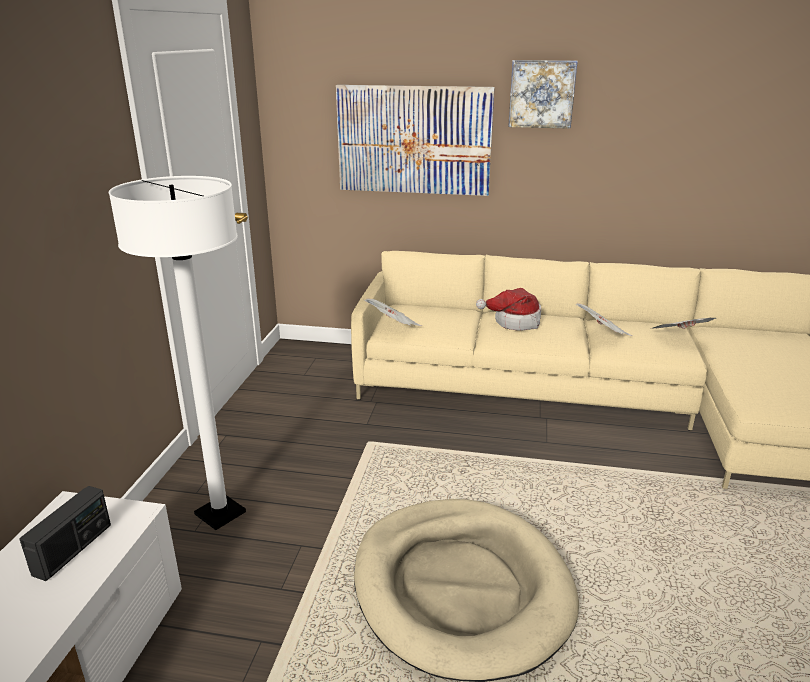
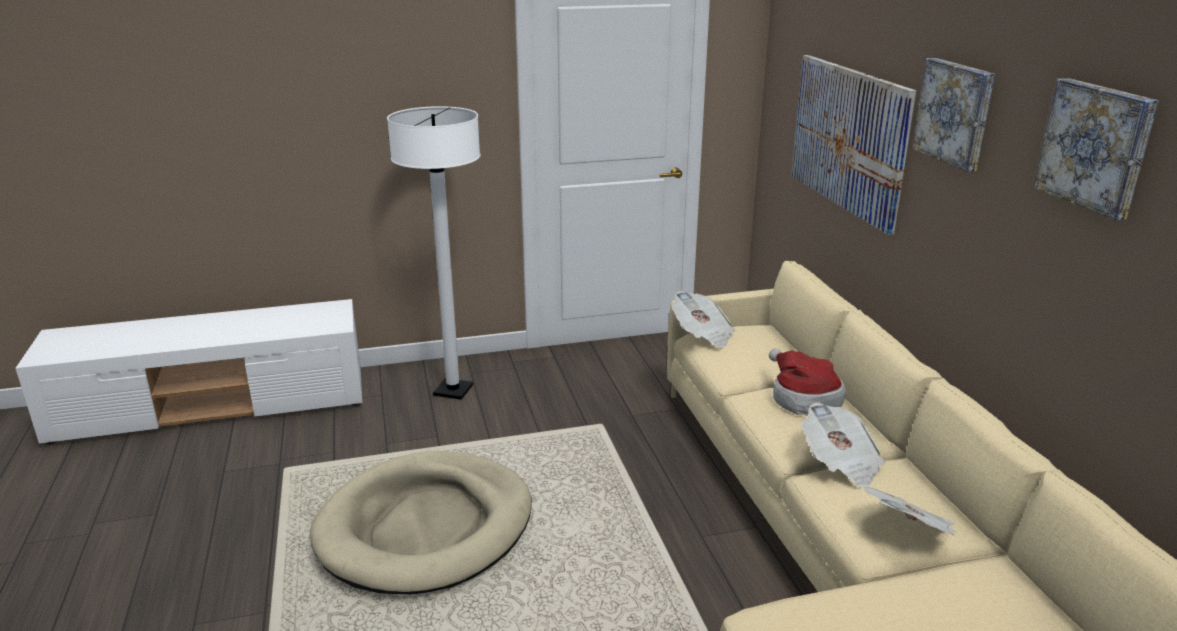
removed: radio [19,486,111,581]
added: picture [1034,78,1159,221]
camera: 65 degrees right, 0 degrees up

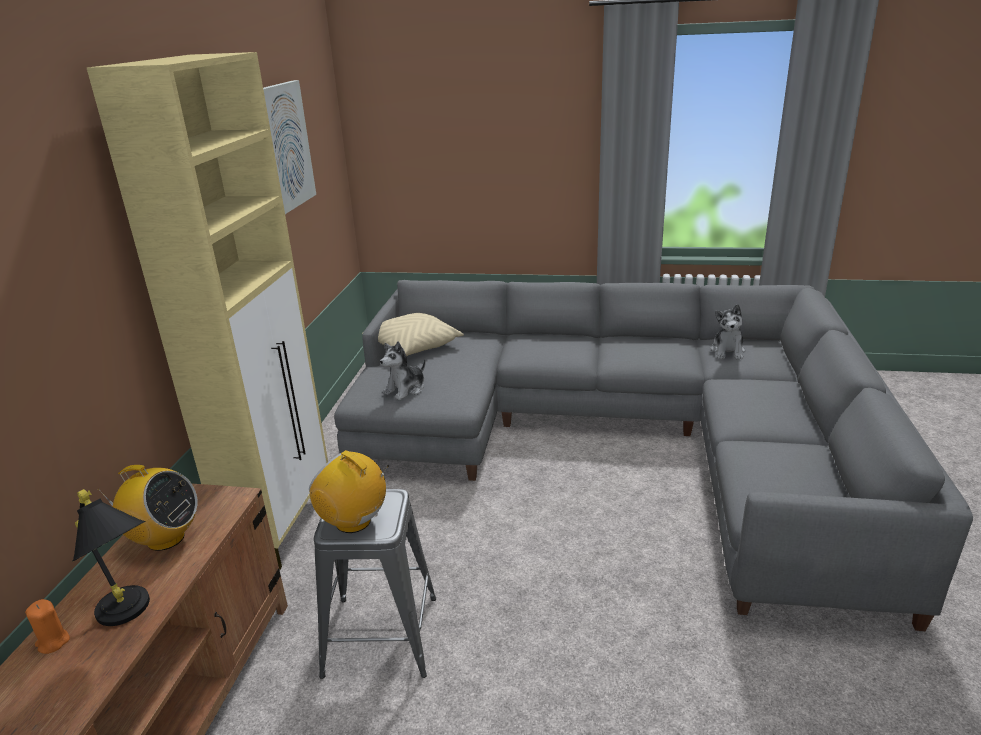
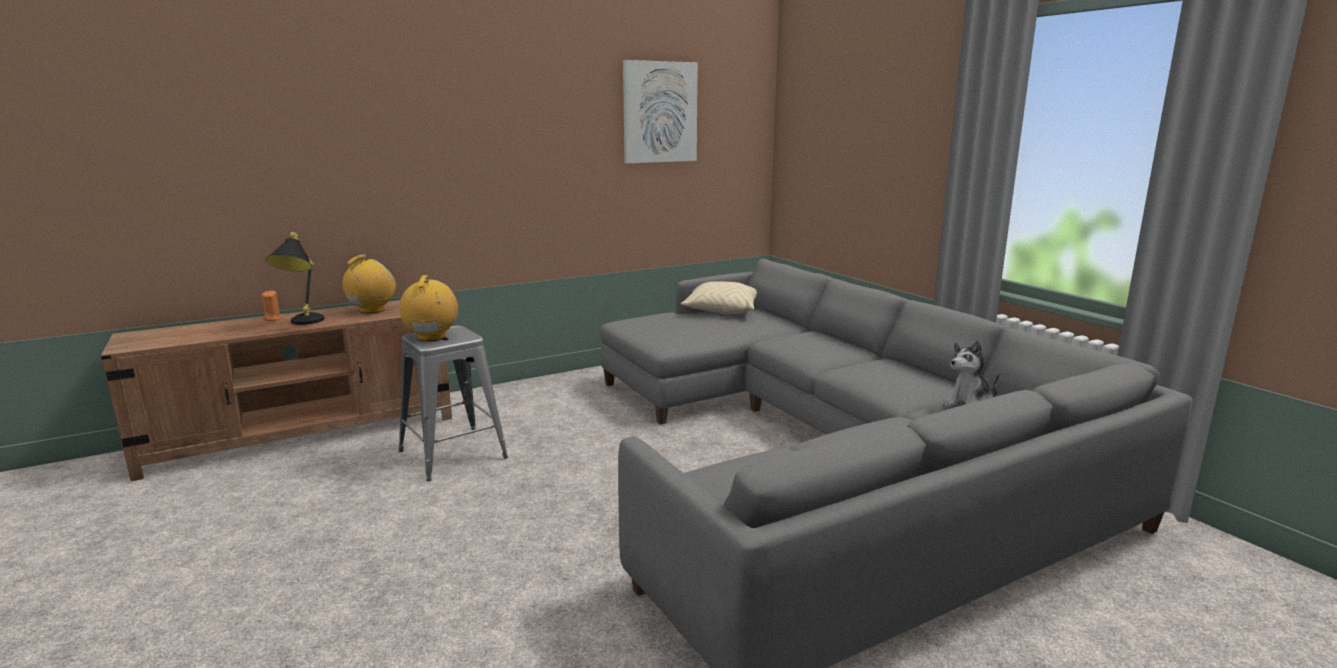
removed: cabinet (beige) [87,52,328,570]; plush toy [380,341,425,400]
turned: radio [98,465,198,551] = [342,255,396,313] 120 degrees counterclockwise
camera: 50 degrees right, 10 degrees down

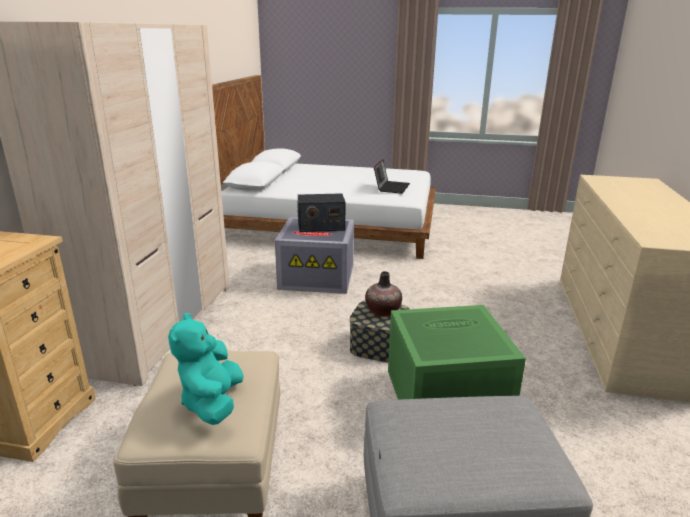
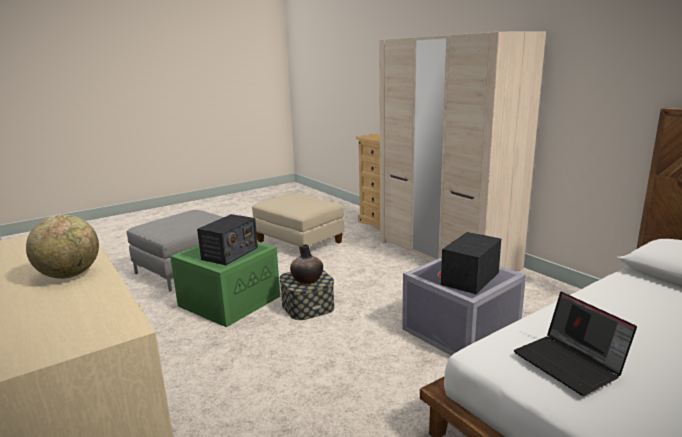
removed: plush toy (turquoise) [168,313,244,425]
added: globe [26,215,99,279]; radio [197,214,258,265]
camera: 135 degrees right, 5 degrees down

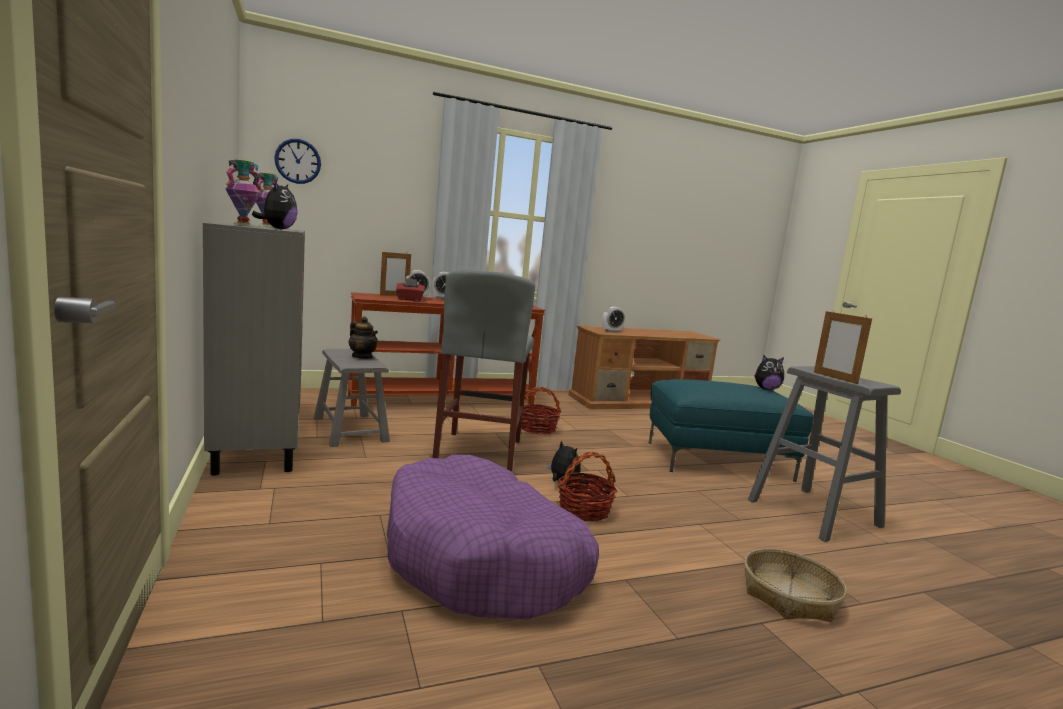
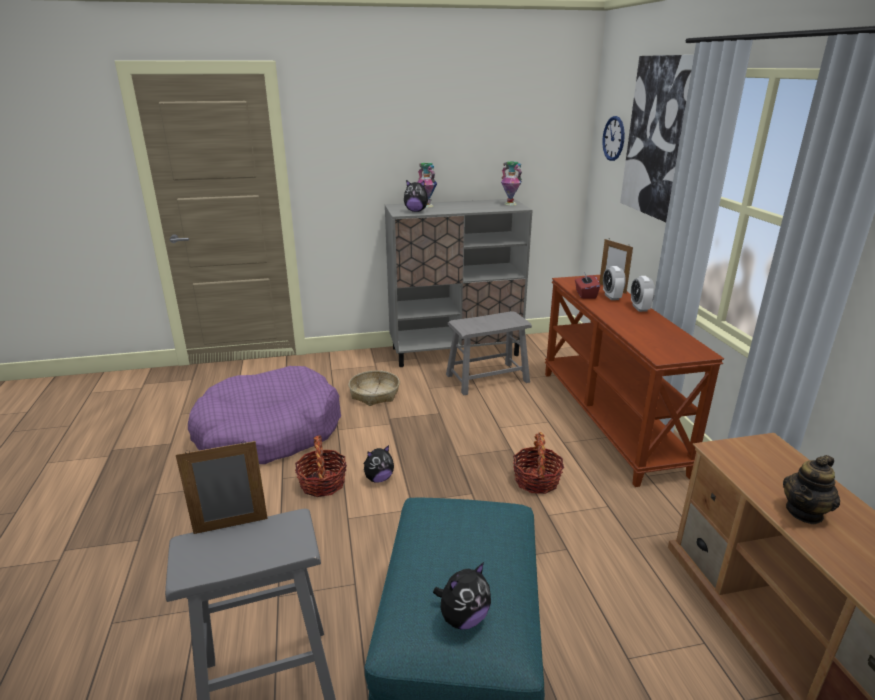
removed: stool (grey) [432,270,535,472]; alarm clock [602,307,625,333]
added: picture [620,55,694,222]
moved: teapot [349,317,378,359] to [783,455,840,525]; basket [744,549,847,622] to [349,370,400,406]
turned: plush toy [754,355,784,390] = [433,562,491,630] 135 degrees counterclockwise
camera: 100 degrees right, 15 degrees up

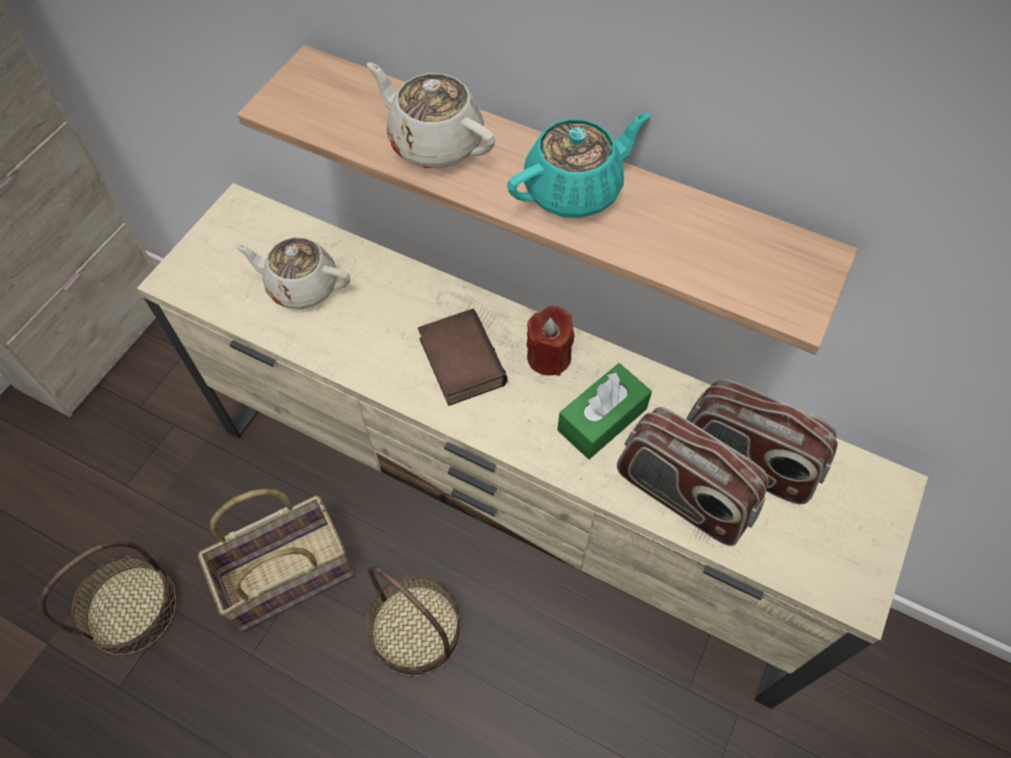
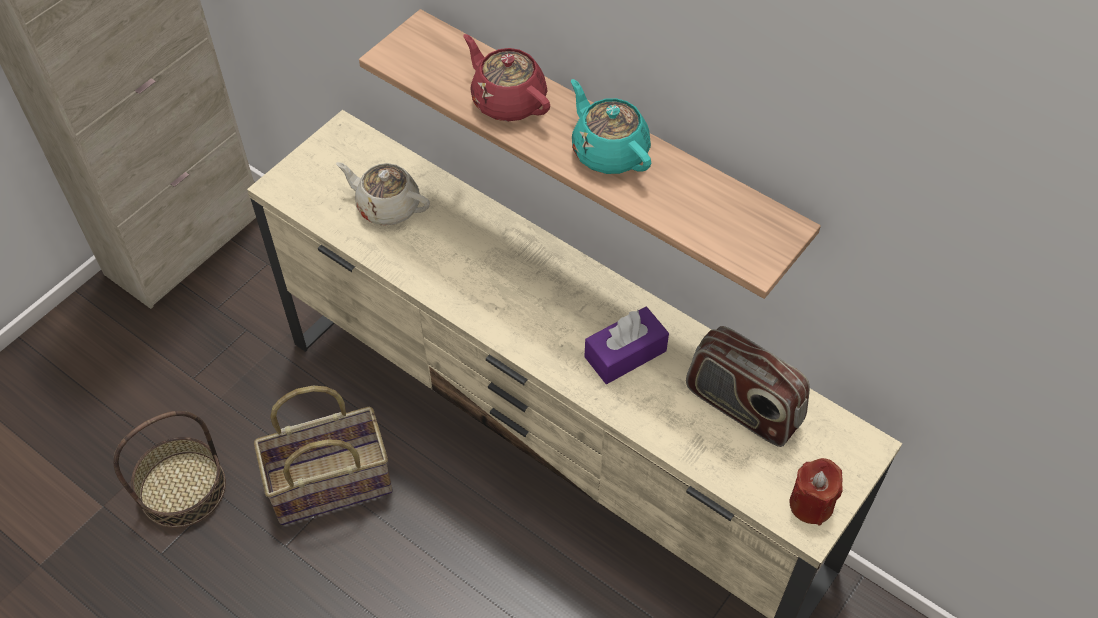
removed: basket [366,565,462,677]; book [418,309,508,406]; radio [617,407,768,546]
moved: candle (red) [526,306,574,376] to [790,458,843,525]
recoloured: teapot (beige) [367,62,495,168] to teapot (red) [463,34,550,121]; tissue box (green) [557,363,652,459] to tissue box (purple) [584,307,669,384]
turned: teapot (turquoise) [507,113,650,218] = [571,79,651,174] 105 degrees counterclockwise
camera: 10 degrees right, 5 degrees down

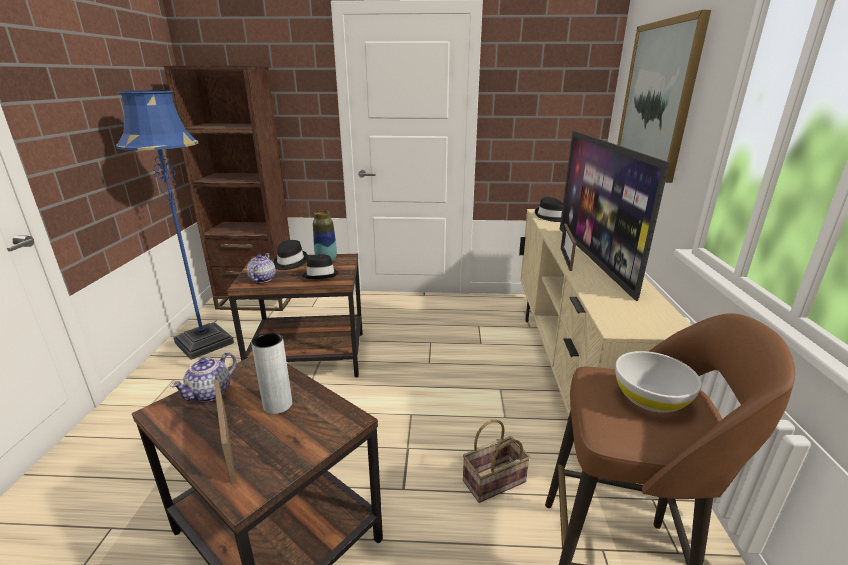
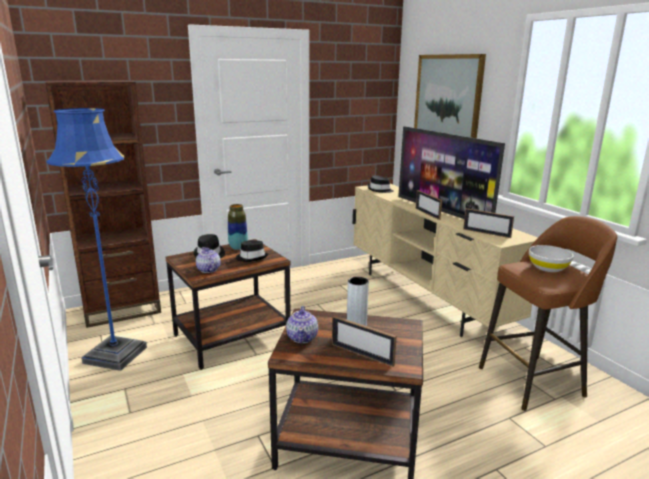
removed: basket [463,419,530,503]
added: picture frame [463,208,514,238]
camera: 30 degrees left, 5 degrees down

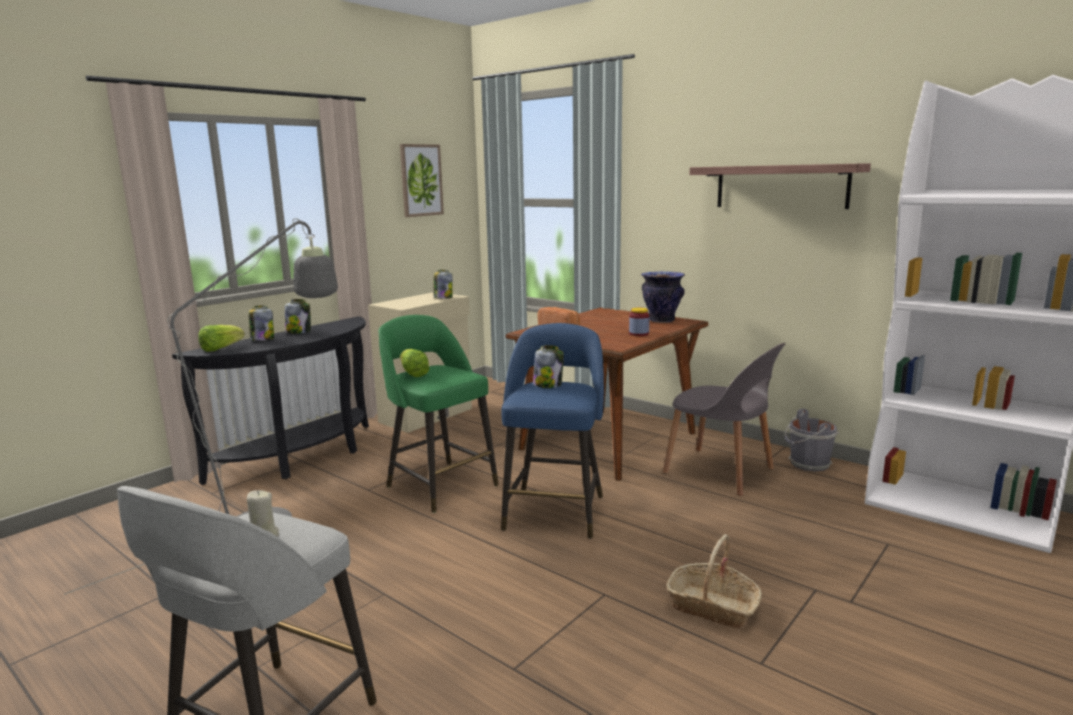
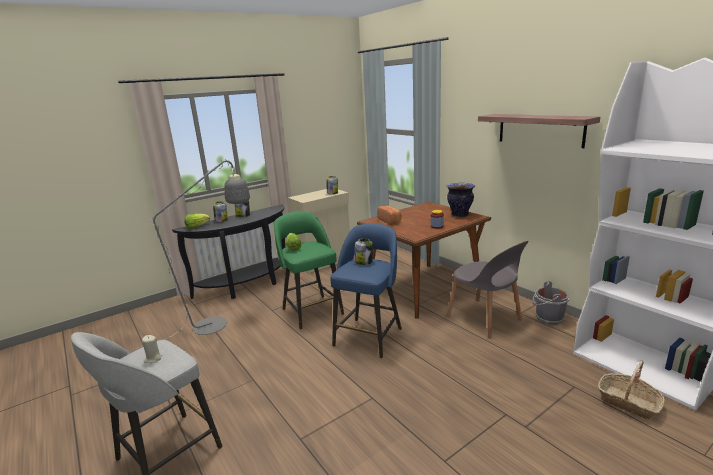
removed: picture [400,144,444,217]
moved: basket [667,534,762,628] to [598,360,665,419]
camera: 15 degrees right, 5 degrees up

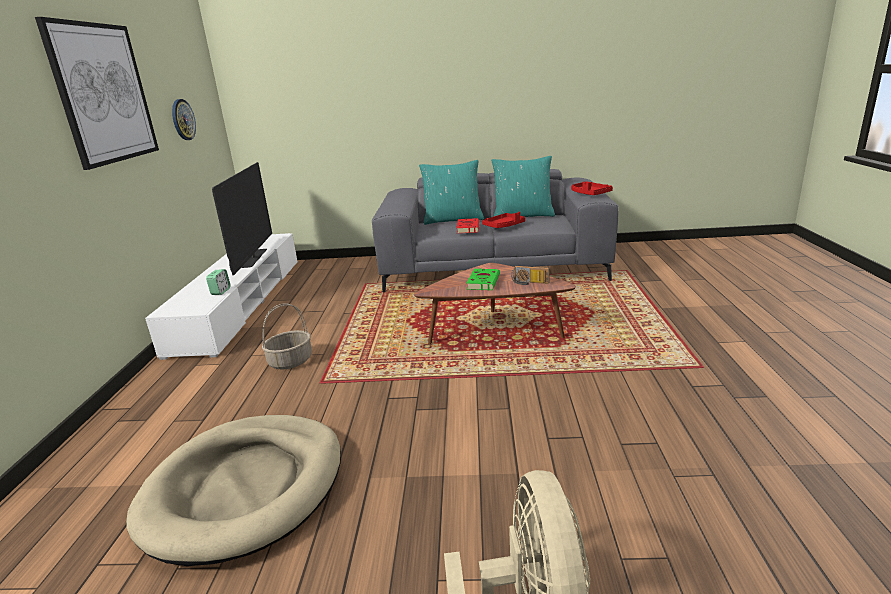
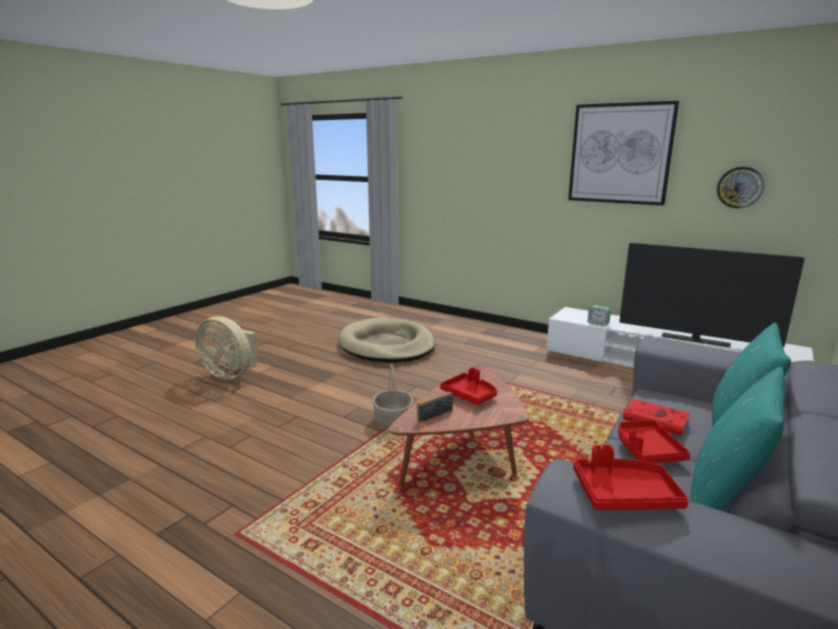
moved: basket [262,303,312,370] to [372,363,413,428]
replaced: book (green) [466,269,500,291] to tray (red) [440,367,497,405]
camera: 120 degrees right, 5 degrees down

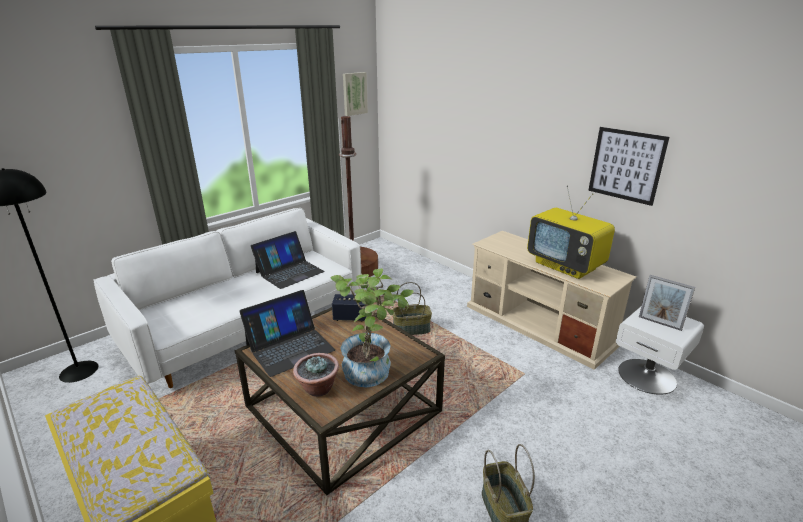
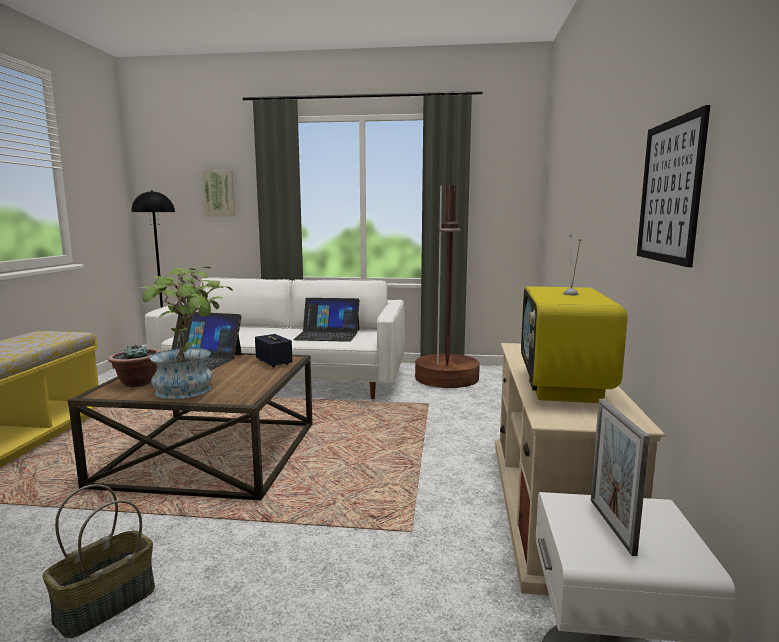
removed: basket [392,282,432,335]
moved: picture [343,72,368,116] to [202,170,235,216]
camera: 50 degrees right, 15 degrees down

